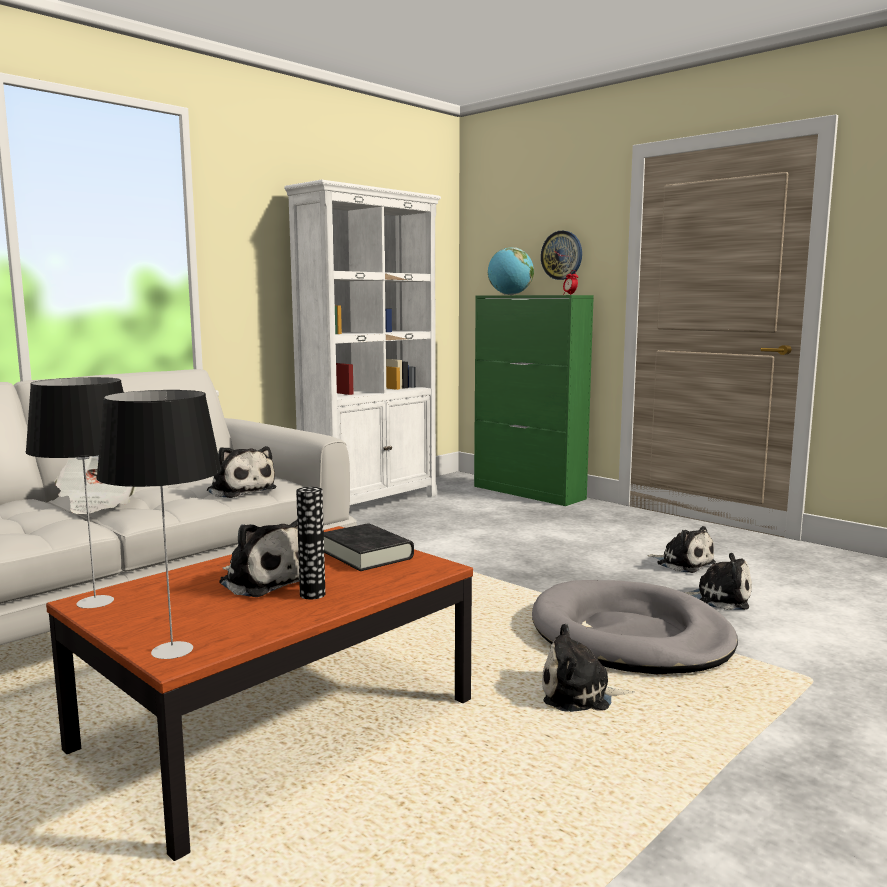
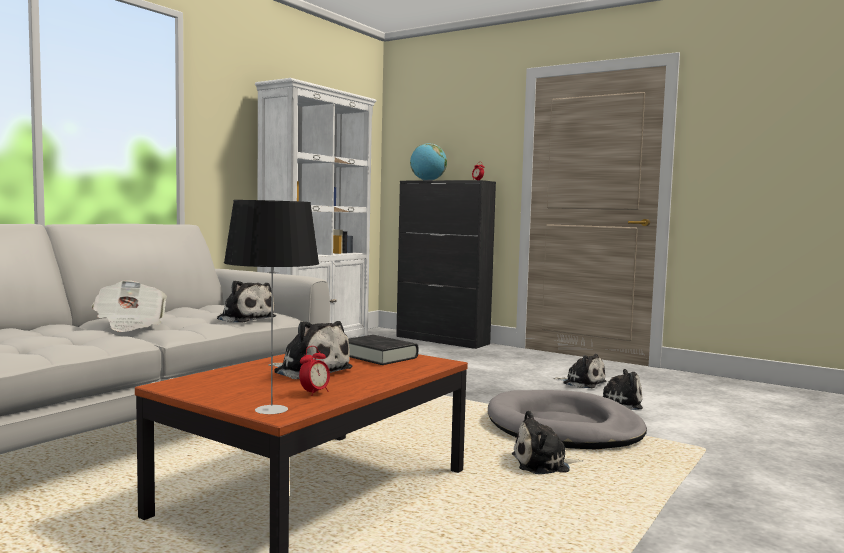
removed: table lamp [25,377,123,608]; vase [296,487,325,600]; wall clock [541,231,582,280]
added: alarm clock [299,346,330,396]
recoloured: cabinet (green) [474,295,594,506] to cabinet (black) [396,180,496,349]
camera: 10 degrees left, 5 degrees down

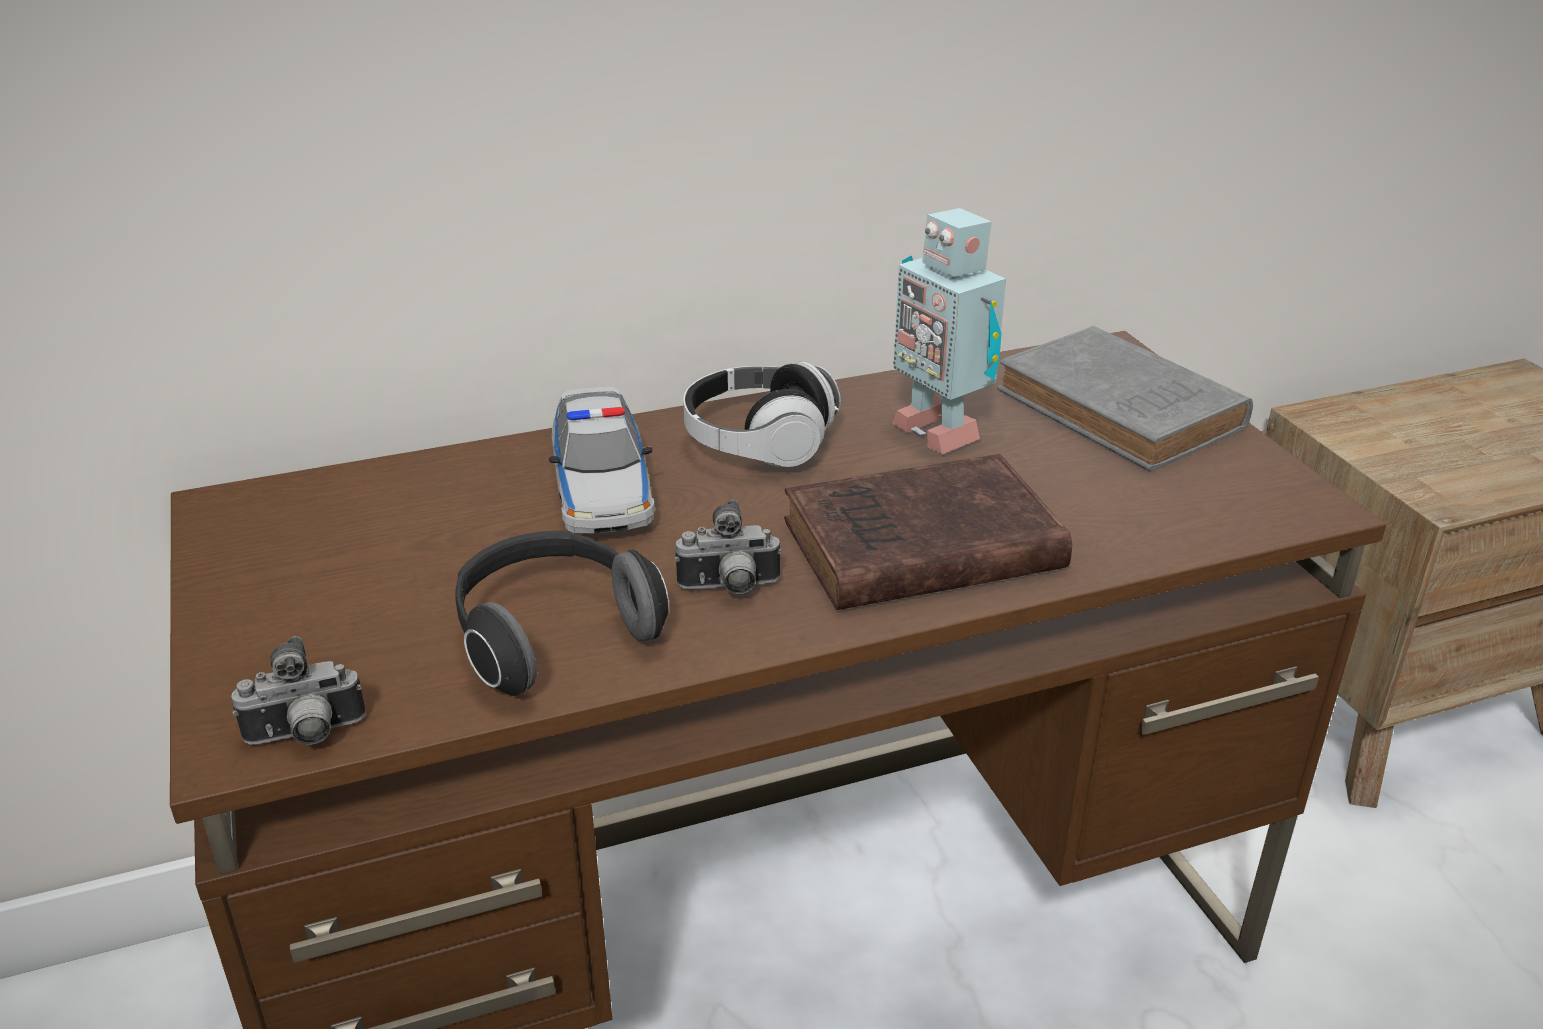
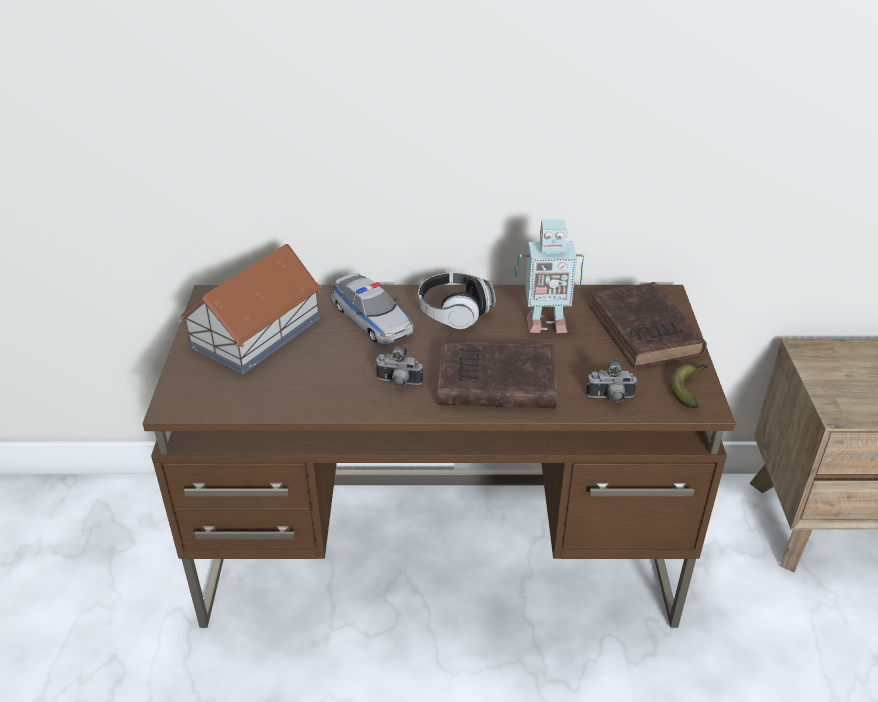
removed: headphones [455,531,669,696]
added: toy house [179,244,322,374]; banana [671,364,708,408]
moved: photo camera [231,636,366,745] to [586,359,638,403]
recoloured: book (grey) [997,326,1253,472] to book (brown) [589,282,707,369]
turned: toy car [549,387,655,533] = [331,273,414,344] 45 degrees counterclockwise; toy robot [892,208,1006,454] = [515,220,584,333] 75 degrees counterclockwise
camera: 20 degrees right, 5 degrees up

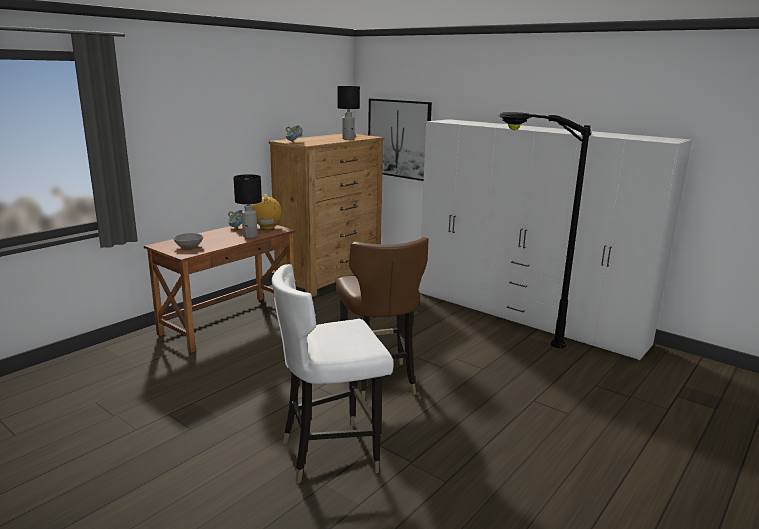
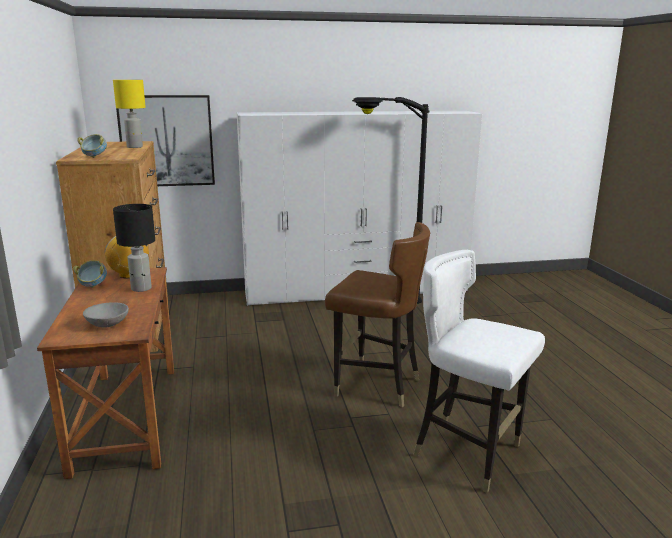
recoloured: table lamp (black) [337,86,360,140] to table lamp (yellow) [113,80,146,148]
turned: chair (white) [272,264,394,484] = [413,250,545,493] 105 degrees clockwise
camera: 50 degrees left, 0 degrees up

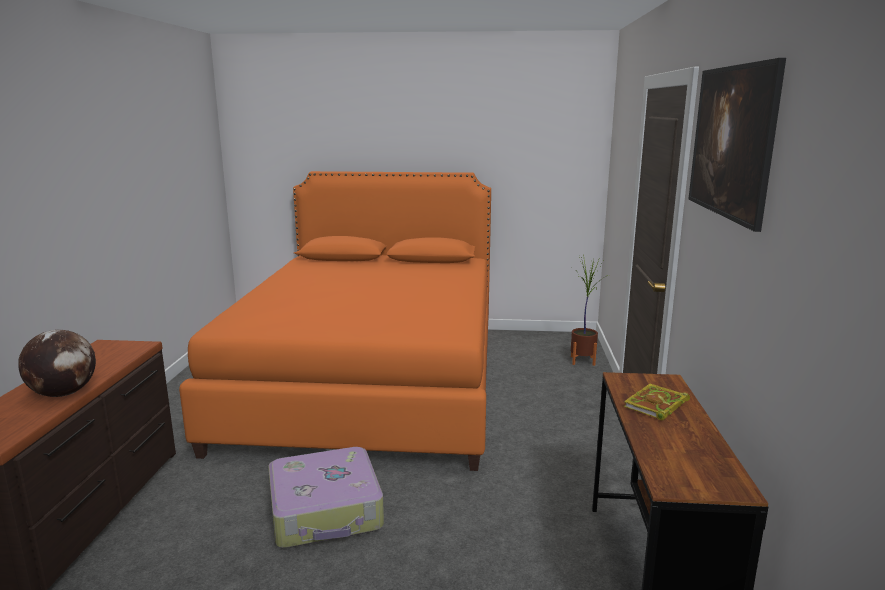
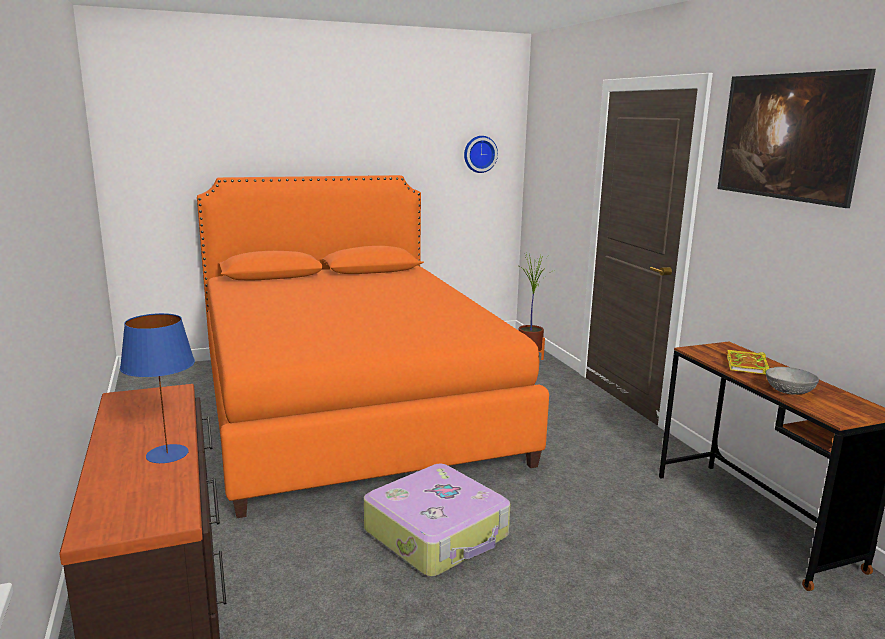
added: wall clock [464,136,498,173]; bowl (grey) [766,367,819,395]
replaced: globe [18,330,96,397] to table lamp (blue) [120,313,195,463]
camera: 25 degrees left, 0 degrees up

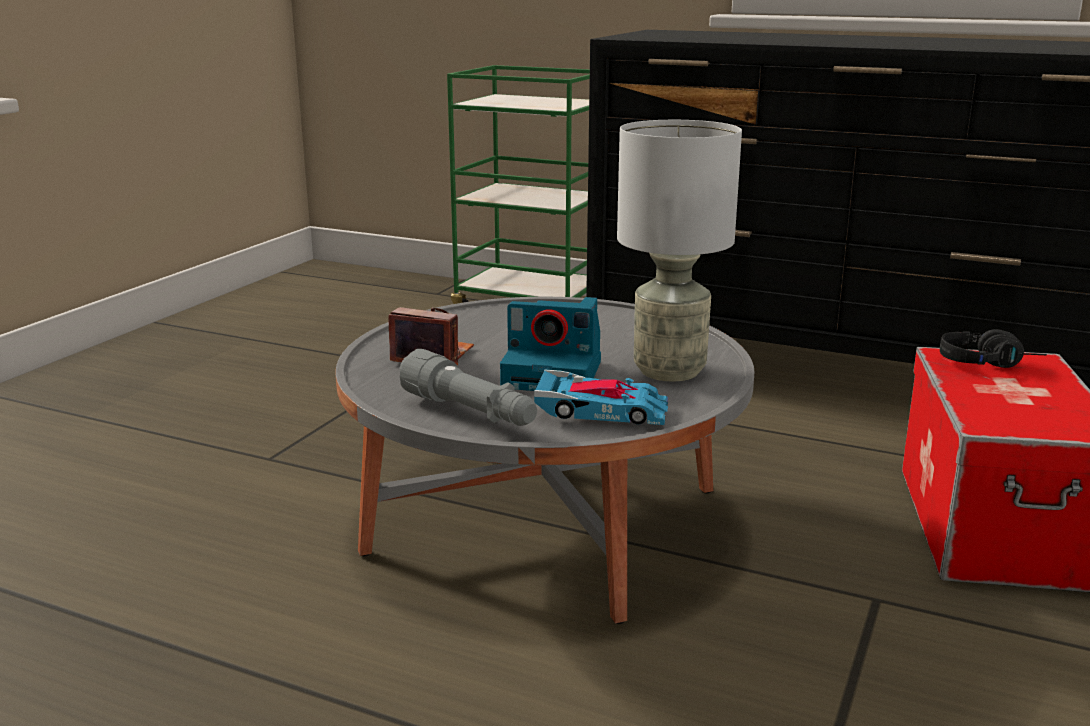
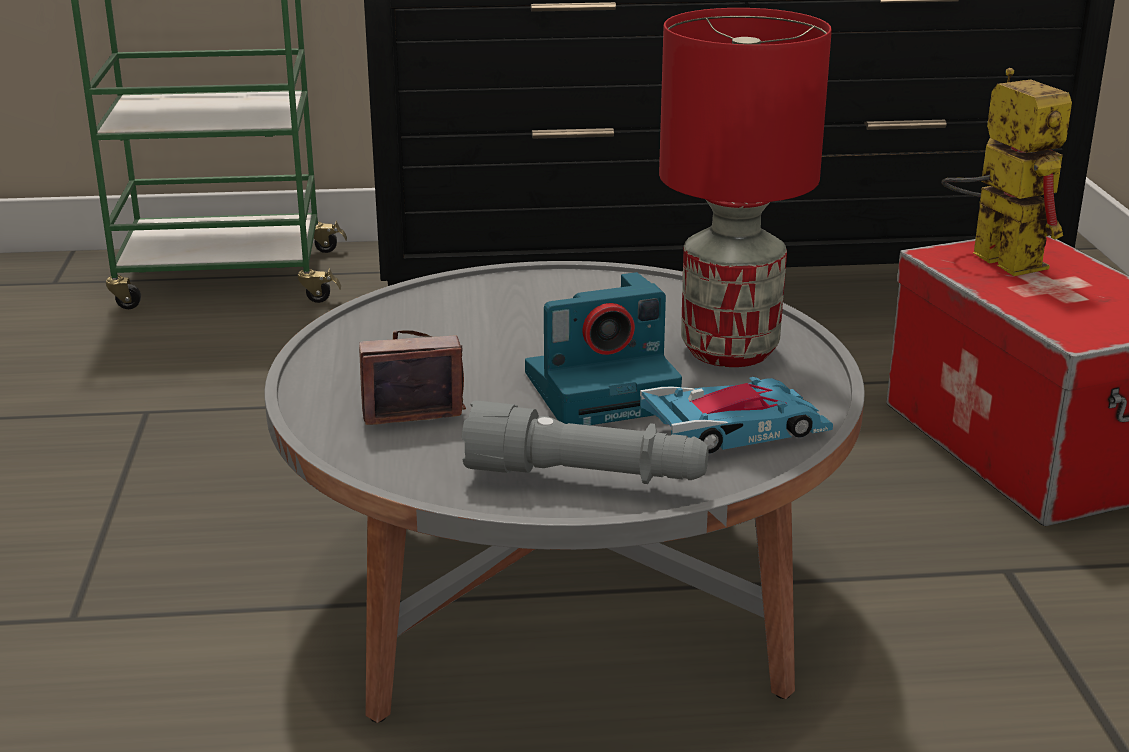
replaced: headphones (black) [940,329,1047,368] to toy robot [942,68,1072,276]
recoloured: table lamp (grey) [617,120,742,381] to table lamp (red) [659,8,832,367]
camera: 30 degrees left, 5 degrees up

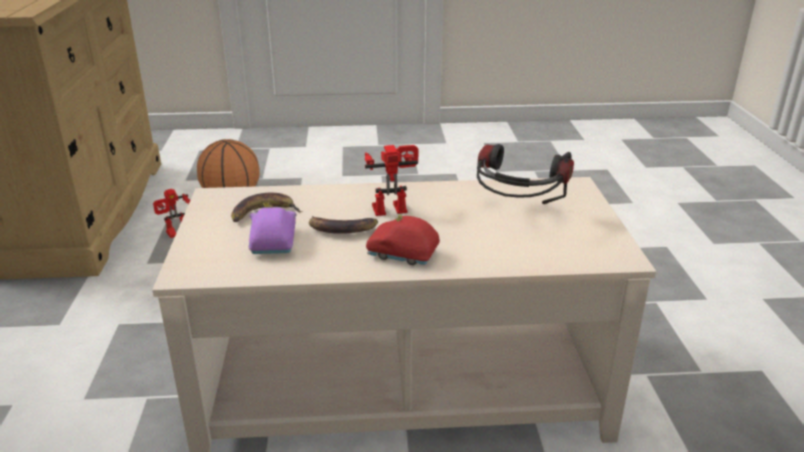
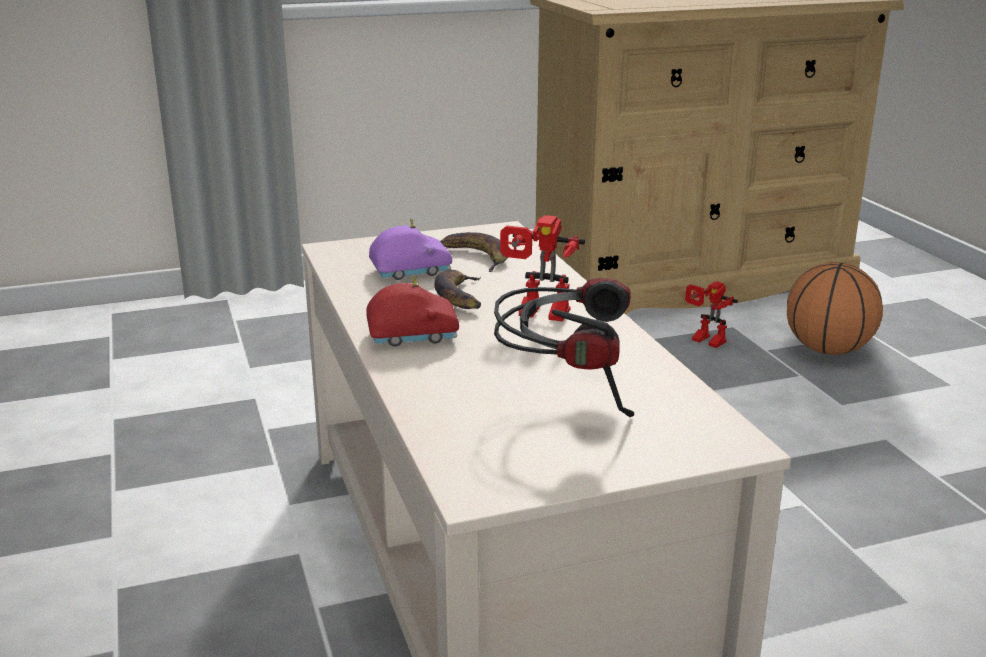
turned: toy robot [365,145,418,216] = [500,215,585,322] 135 degrees clockwise; toy car (red) [366,214,440,265] = [366,275,459,347] 75 degrees clockwise
camera: 75 degrees right, 5 degrees down

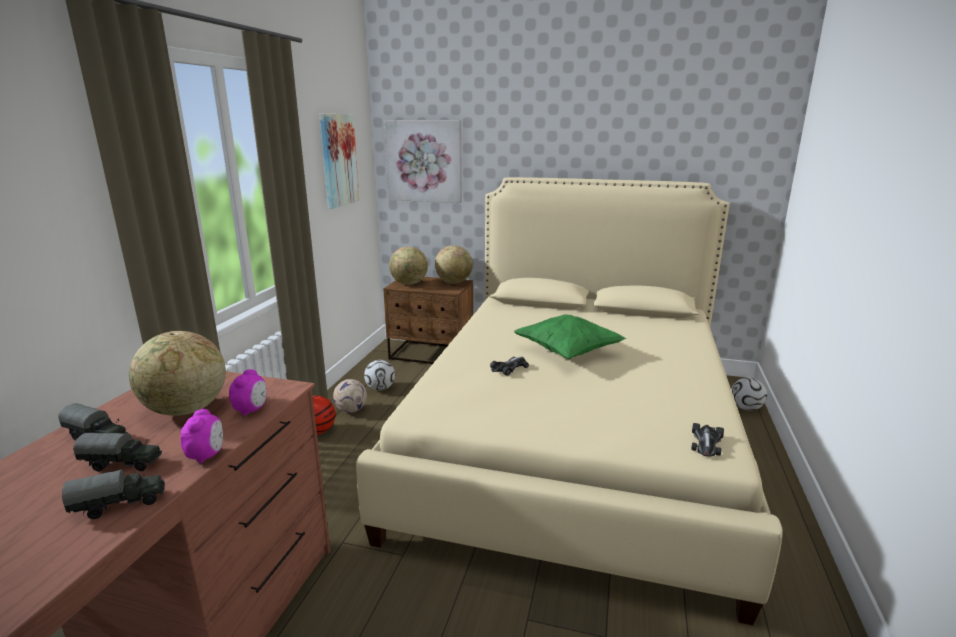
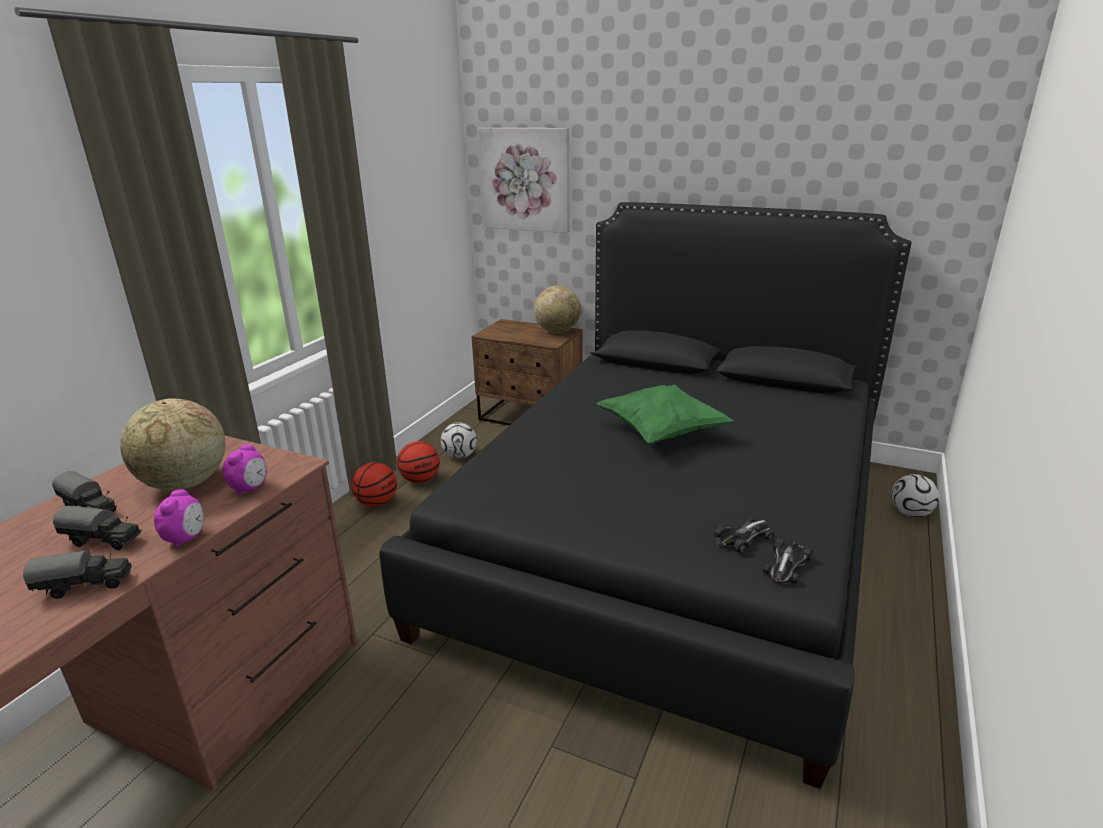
removed: picture [319,114,360,209]; globe [389,247,428,285]
moved: toy car [490,356,529,376] to [714,518,774,553]
replaced: football [333,379,367,413] to basketball [397,441,440,483]
recoloured: bed (beige) [356,177,783,625] to bed (black) [379,202,912,789]
camera: 10 degrees right, 5 degrees up

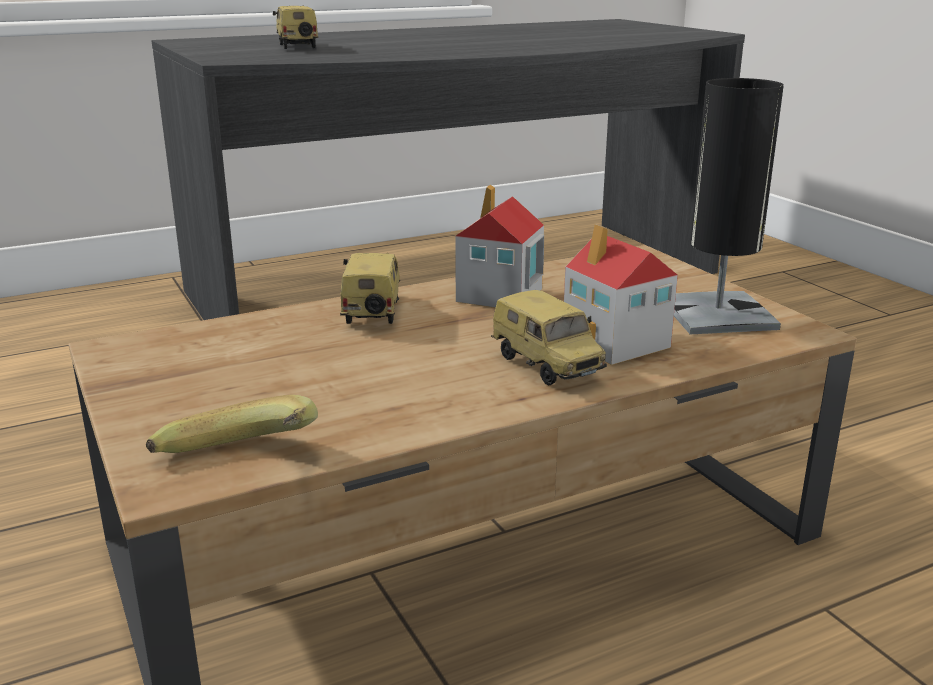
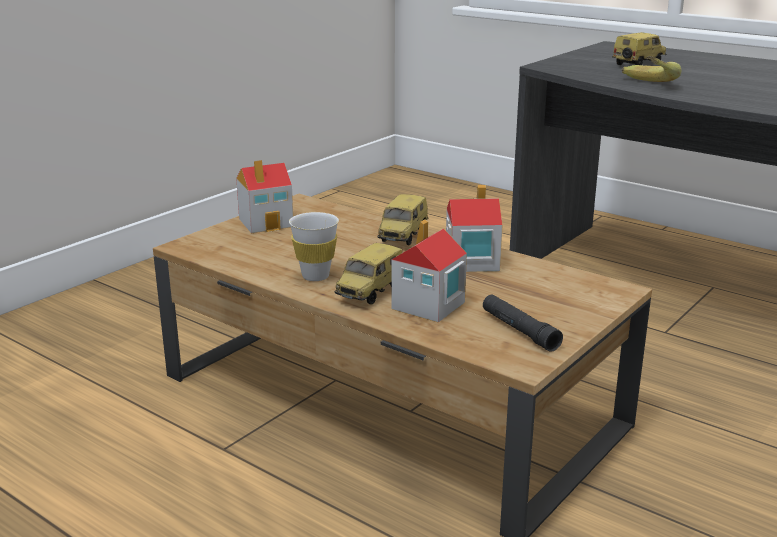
added: toy house [236,160,293,233]; cup (white) [289,212,339,281]
moved: banana [146,395,318,453] to [622,56,681,82]
replaced: table lamp (black) [674,78,784,334] to flashlight (black) [483,295,563,352]
turned: toy car [340,253,400,324] = [377,194,428,245] 135 degrees clockwise
camera: 65 degrees right, 0 degrees up

